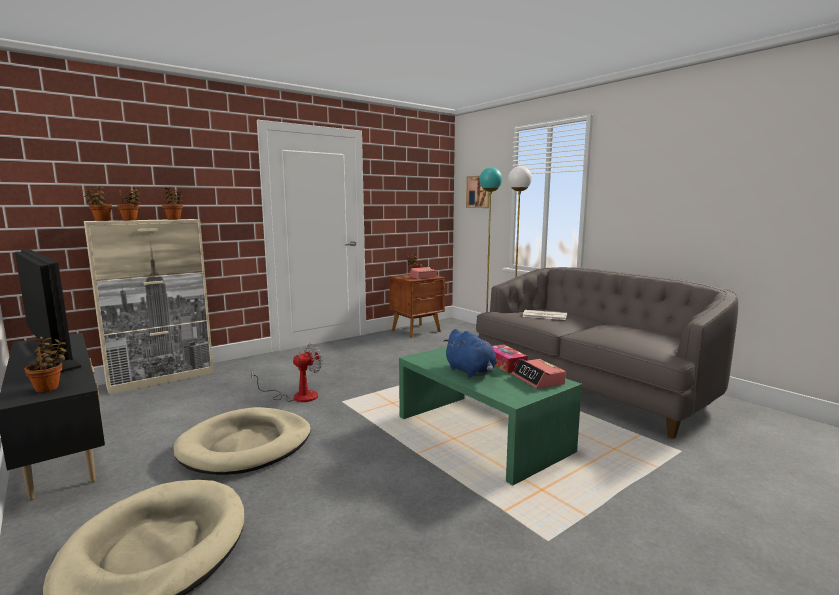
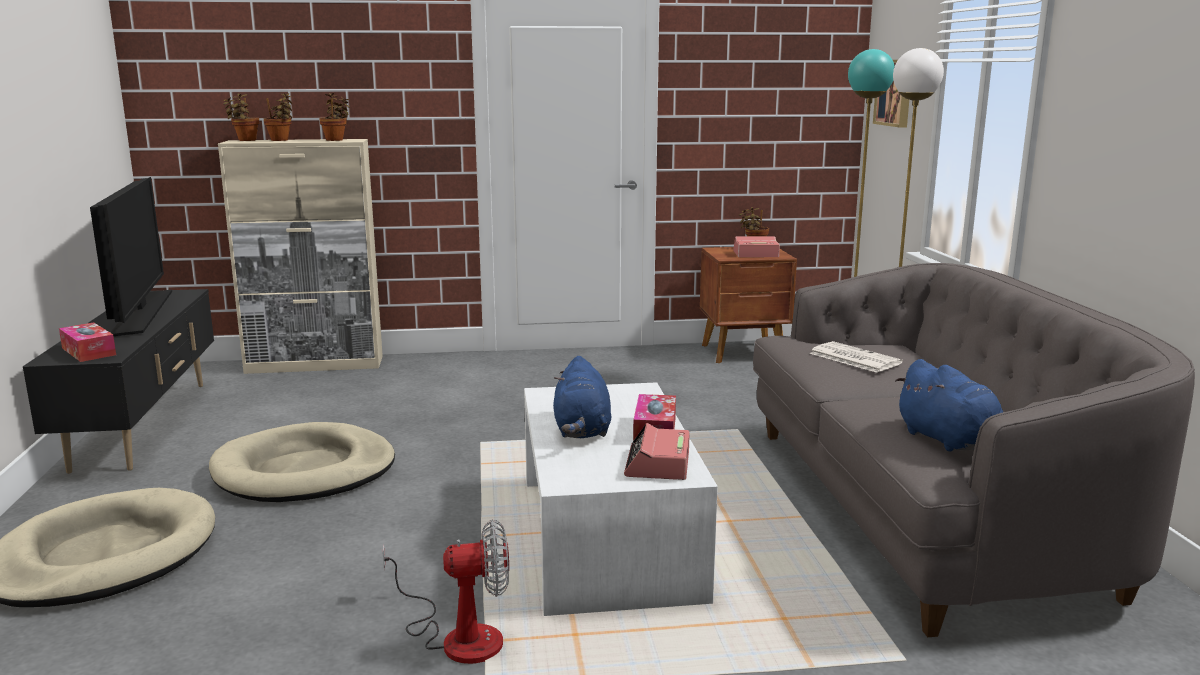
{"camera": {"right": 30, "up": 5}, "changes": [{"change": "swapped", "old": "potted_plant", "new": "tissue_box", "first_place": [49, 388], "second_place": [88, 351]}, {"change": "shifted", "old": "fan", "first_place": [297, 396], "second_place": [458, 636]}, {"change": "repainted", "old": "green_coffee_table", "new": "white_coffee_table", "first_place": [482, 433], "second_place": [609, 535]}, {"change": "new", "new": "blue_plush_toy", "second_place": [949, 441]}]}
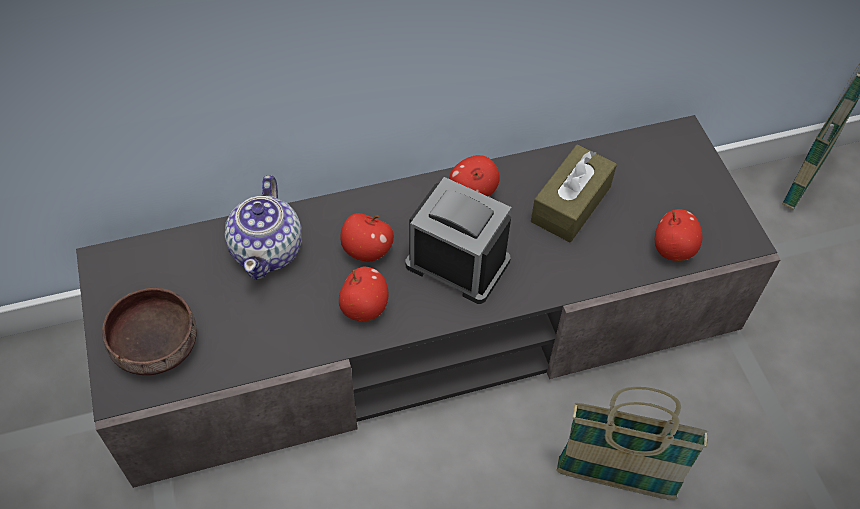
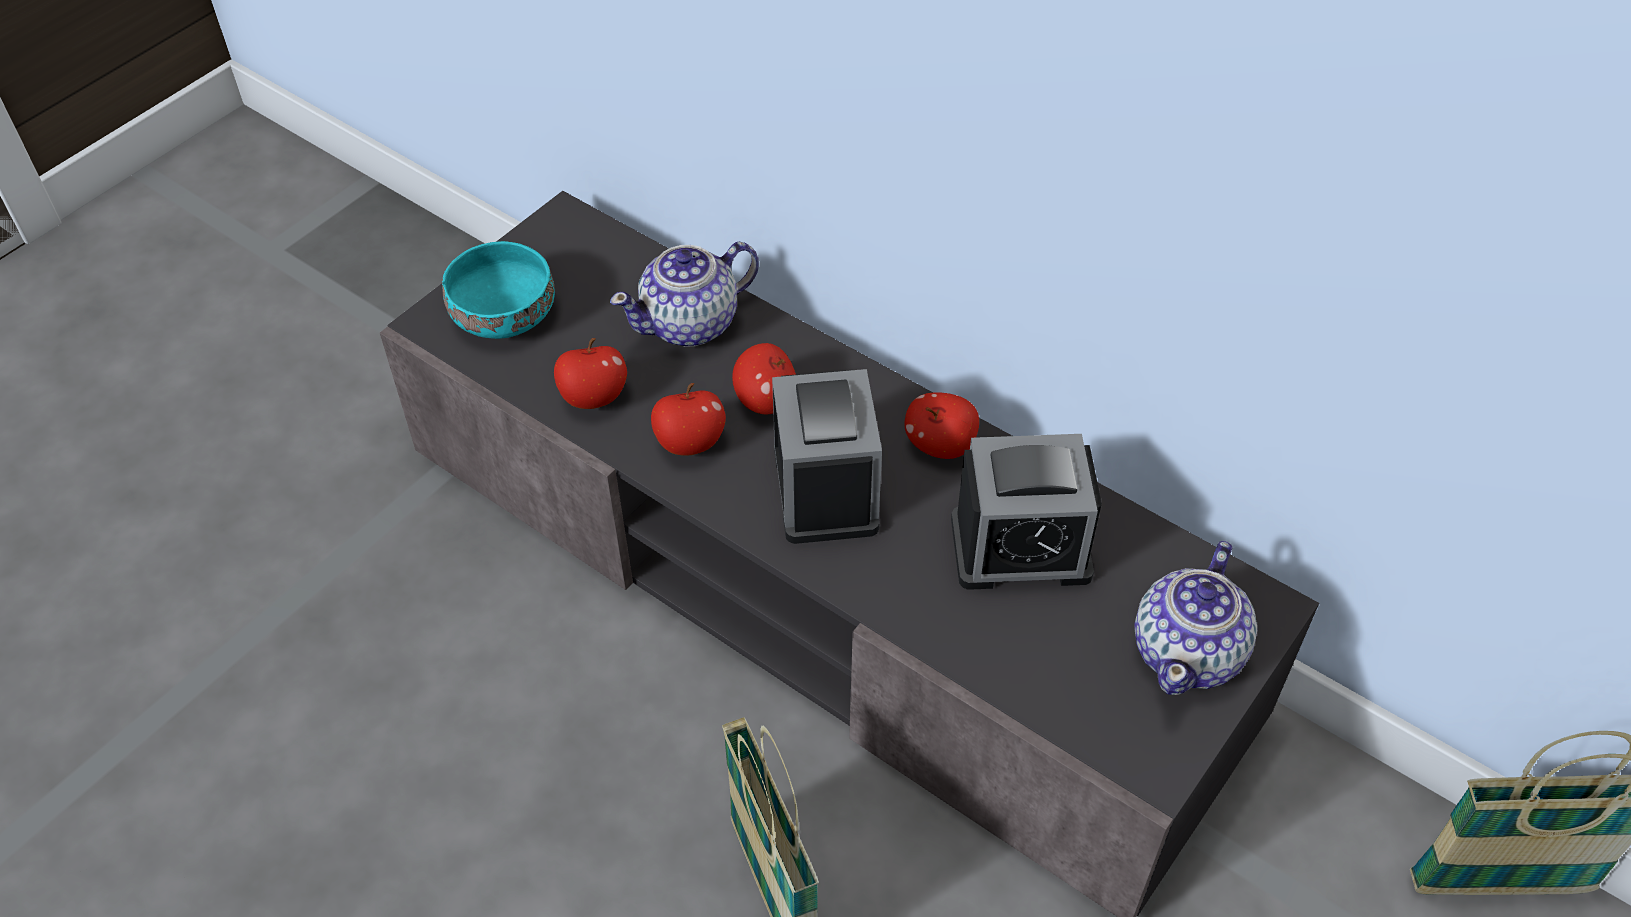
{"camera": {"right": 55, "up": -5}, "changes": [{"change": "repainted", "old": "brown_bowl", "new": "turquoise_bowl", "first_place": [158, 344], "second_place": [506, 314]}, {"change": "swapped", "old": "brown_tissue_box", "new": "alarm_clock", "first_place": [571, 204], "second_place": [1020, 548]}, {"change": "shifted", "old": "apple", "first_place": [673, 249], "second_place": [593, 398]}, {"change": "new", "new": "teapot", "second_place": [1189, 652]}]}
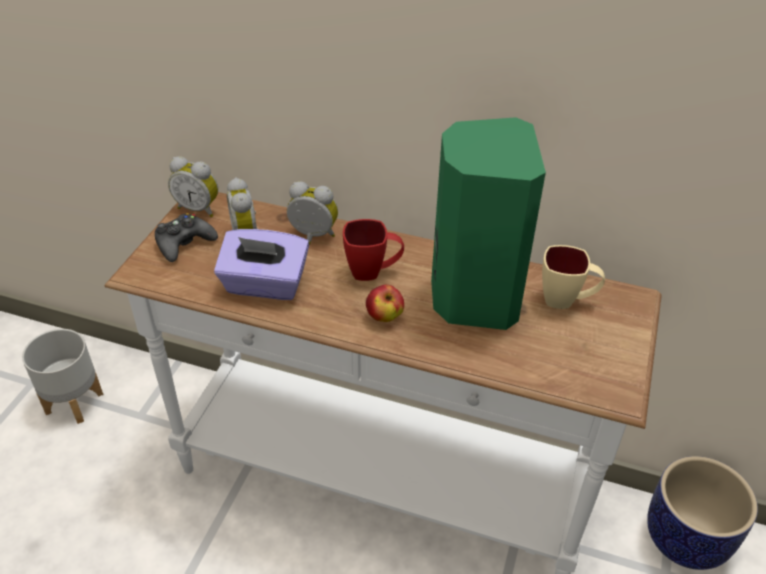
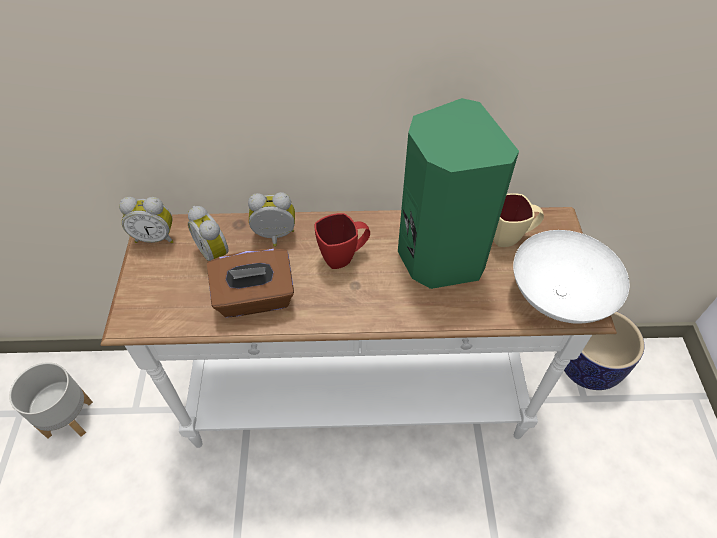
{"camera": {"right": -20, "up": 10}, "changes": [{"change": "gone", "old": "black_game_controller", "first_place": [184, 243]}, {"change": "repainted", "old": "purple_tissue_box", "new": "brown_tissue_box", "first_place": [264, 285], "second_place": [255, 299]}, {"change": "gone", "old": "apple", "first_place": [384, 317]}, {"change": "new", "new": "white_bowl", "second_place": [557, 295]}]}
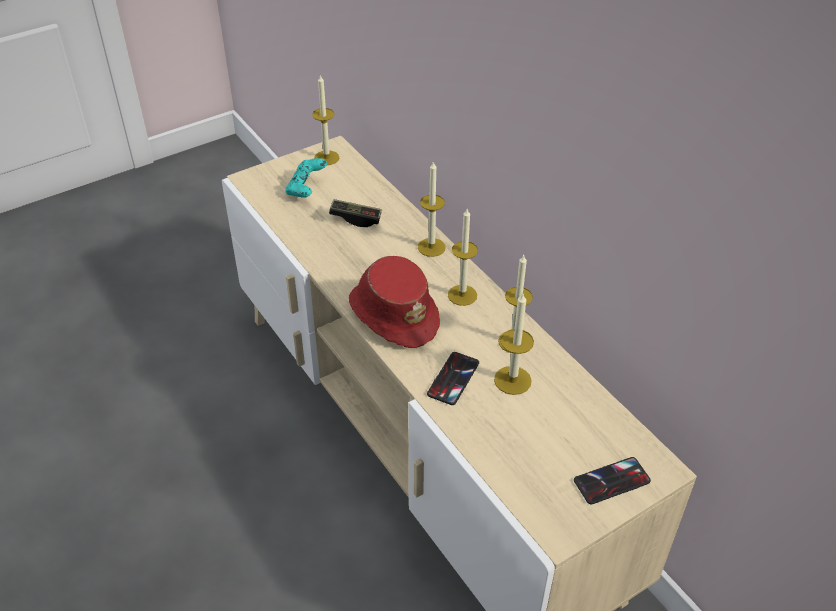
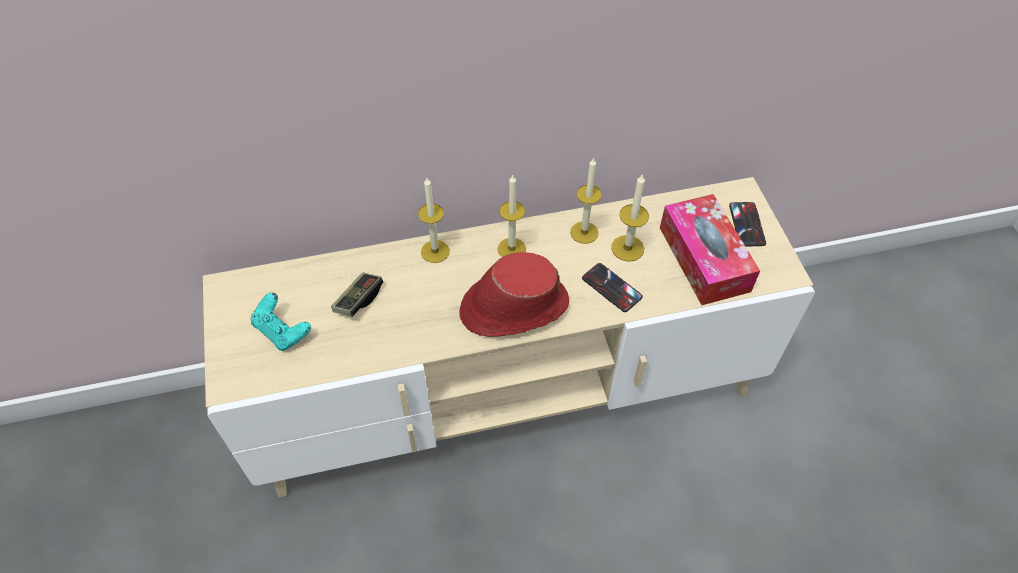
{"camera": {"right": -70, "up": 10}, "changes": [{"change": "gone", "old": "candle", "first_place": [326, 158]}, {"change": "new", "new": "tissue_box", "second_place": [704, 259]}]}
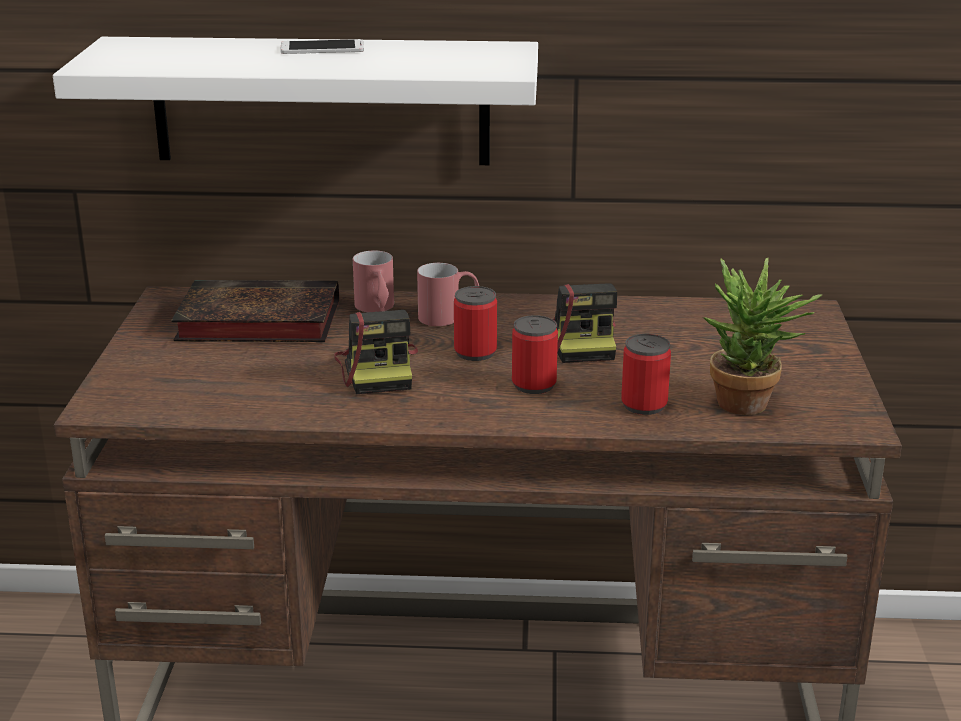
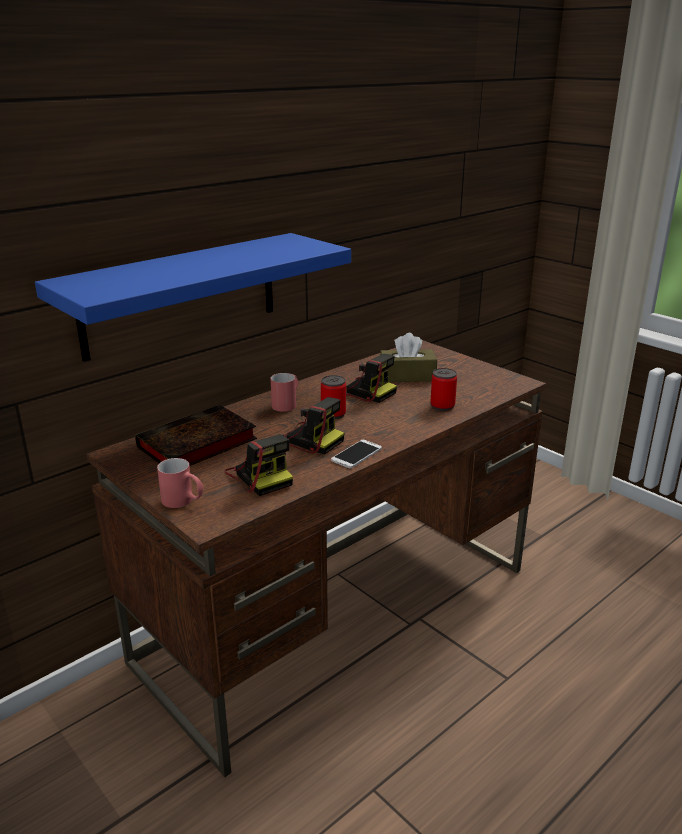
{"camera": {"right": -45, "up": 0}, "changes": [{"change": "repainted", "old": "white_shelf", "new": "blue_shelf", "first_place": [321, 101], "second_place": [181, 294]}, {"change": "shifted", "old": "phone", "first_place": [322, 48], "second_place": [356, 454]}, {"change": "shifted", "old": "red_mug", "first_place": [376, 309], "second_place": [183, 502]}, {"change": "gone", "old": "can", "first_place": [534, 385]}, {"change": "gone", "old": "potted_plant", "first_place": [750, 407]}, {"change": "new", "new": "photo_camera", "second_place": [260, 476]}, {"change": "new", "new": "brown_tissue_box", "second_place": [407, 376]}]}
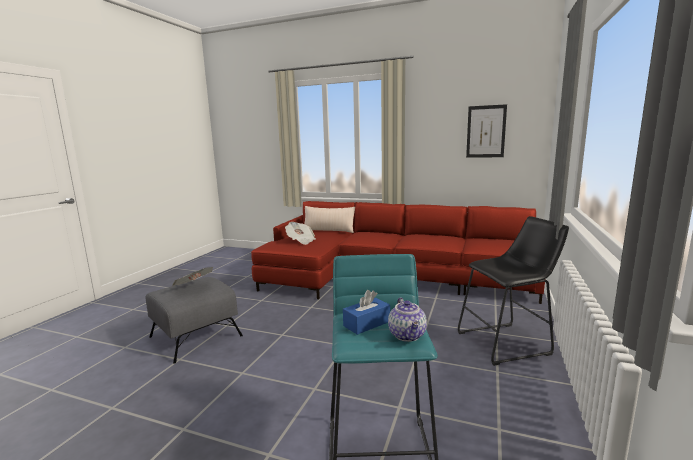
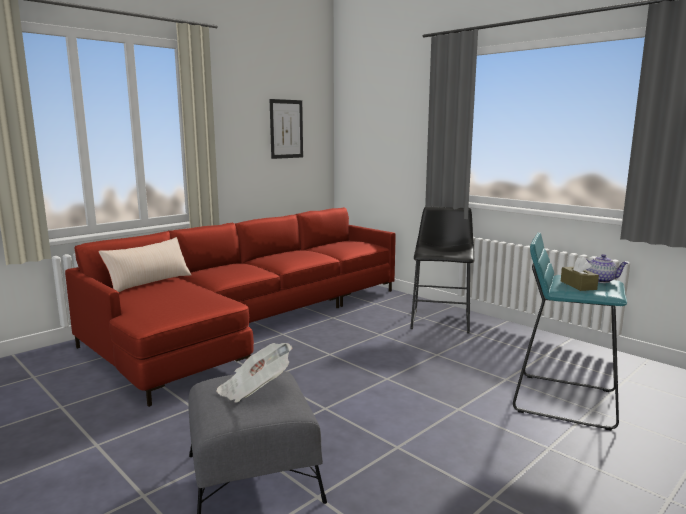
{"camera": {"right": -65, "up": 0}, "changes": [{"change": "gone", "old": "newspaper", "first_place": [300, 241]}, {"change": "repainted", "old": "blue_tissue_box", "new": "brown_tissue_box", "first_place": [367, 323], "second_place": [578, 285]}]}
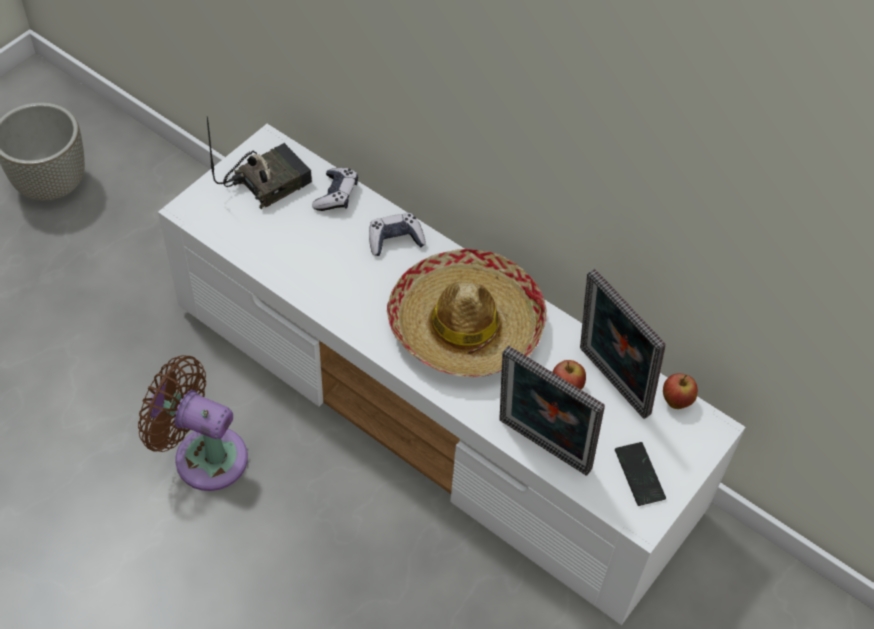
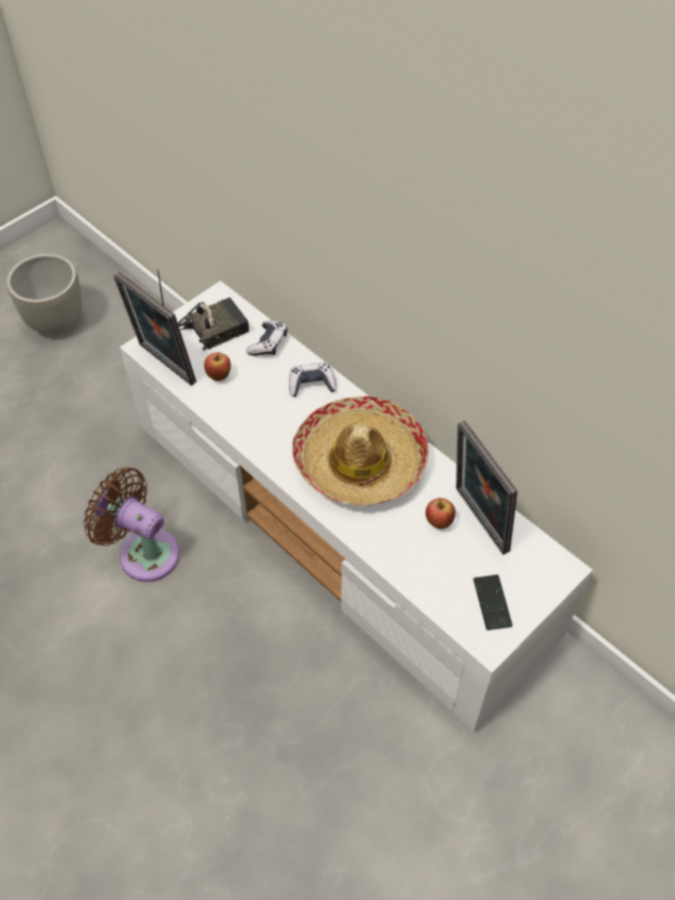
{"camera": {"right": 10, "up": 0}, "changes": [{"change": "shifted", "old": "picture_frame", "first_place": [541, 449], "second_place": [163, 366]}, {"change": "shifted", "old": "apple", "first_place": [676, 401], "second_place": [219, 376]}]}
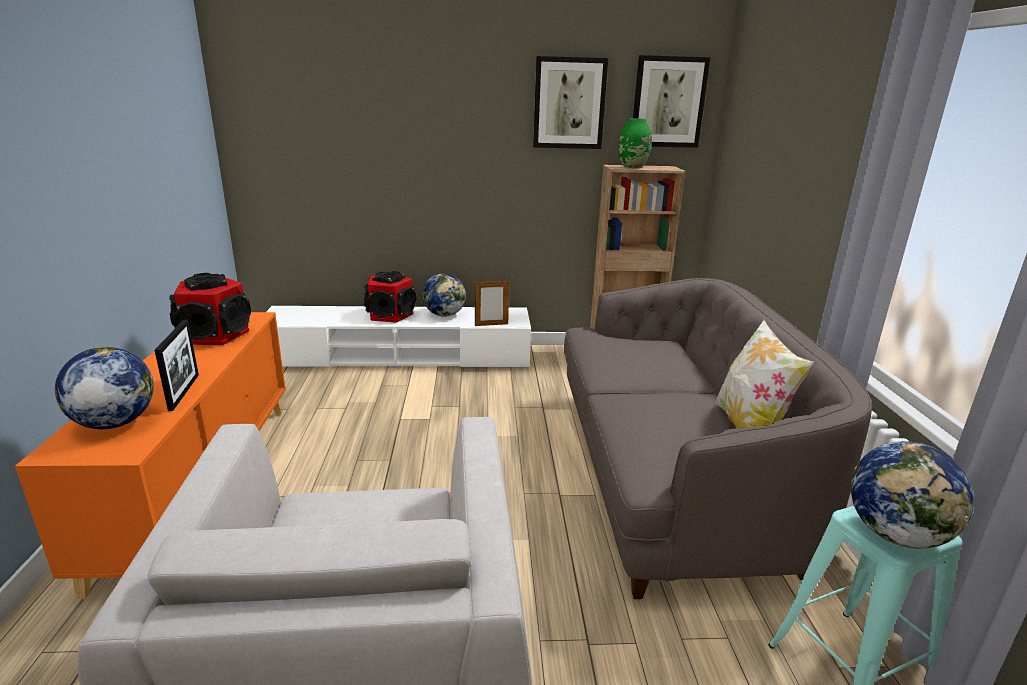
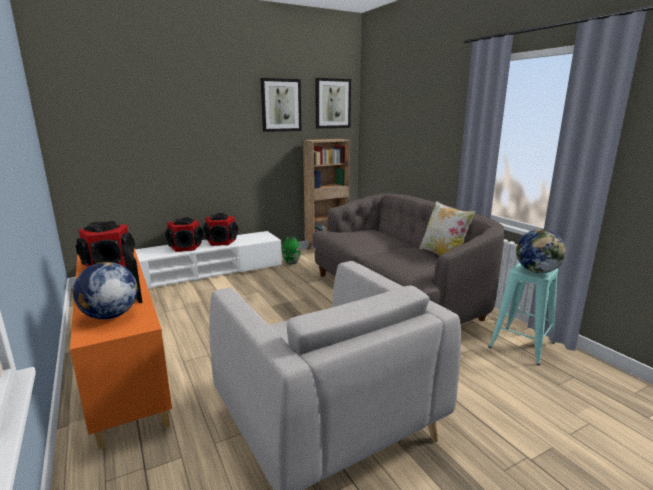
{"camera": {"right": -25, "up": -5}, "changes": [{"change": "swapped", "old": "globe", "new": "speaker", "first_place": [444, 315], "second_place": [221, 241]}, {"change": "gone", "old": "picture_frame", "first_place": [491, 325]}, {"change": "shifted", "old": "green_vase", "first_place": [632, 167], "second_place": [291, 262]}]}
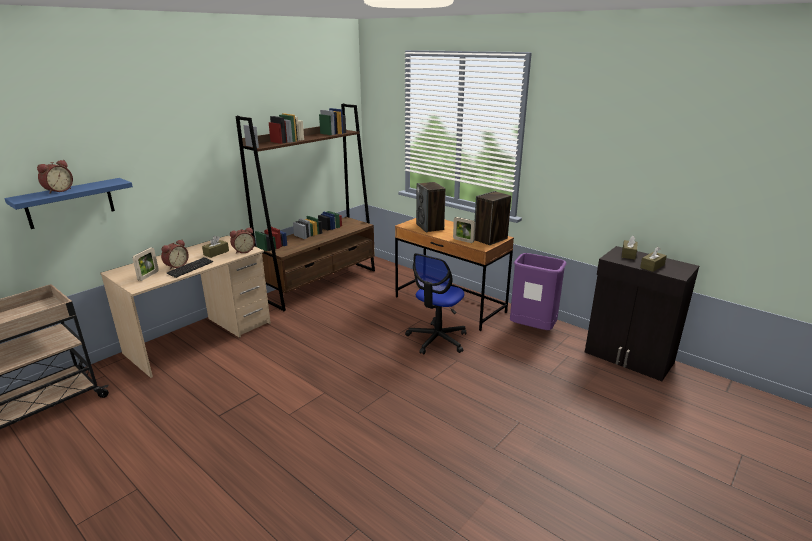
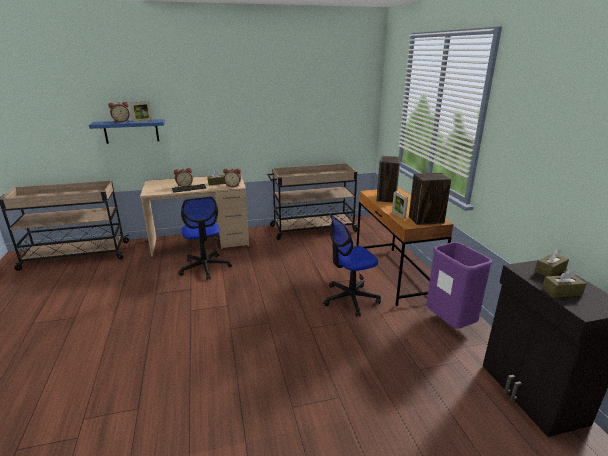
{"camera": {"right": 35, "up": 0}, "changes": [{"change": "shifted", "old": "picture_frame", "first_place": [148, 276], "second_place": [142, 121]}, {"change": "swapped", "old": "brown_bookcase", "new": "beige_cart", "first_place": [320, 284], "second_place": [312, 229]}, {"change": "new", "new": "office_chair", "second_place": [205, 267]}]}
